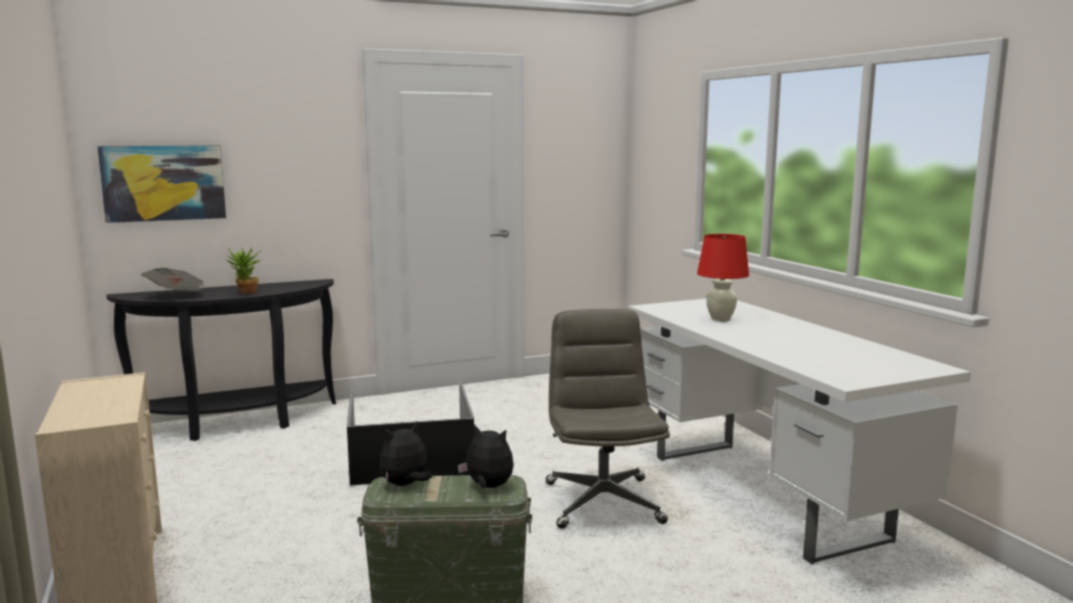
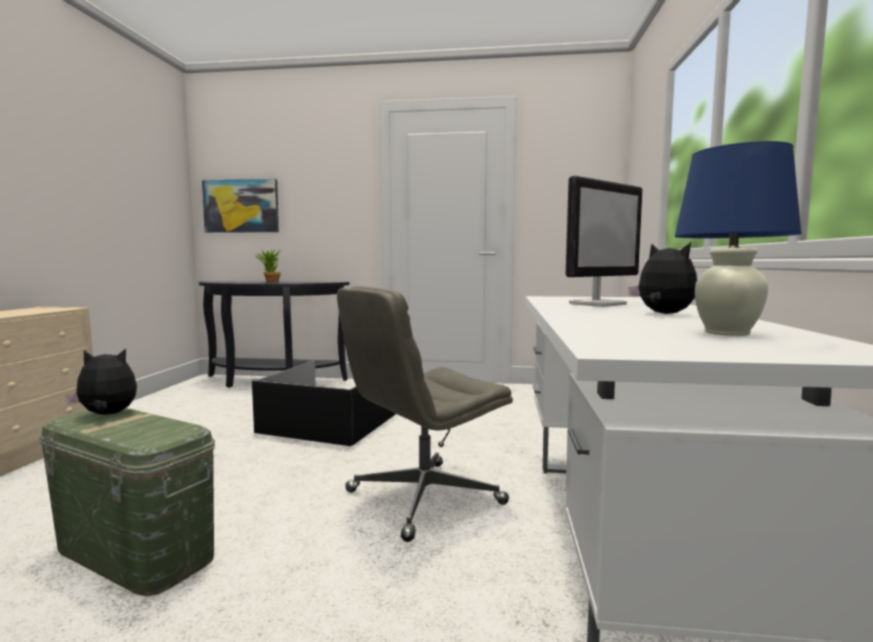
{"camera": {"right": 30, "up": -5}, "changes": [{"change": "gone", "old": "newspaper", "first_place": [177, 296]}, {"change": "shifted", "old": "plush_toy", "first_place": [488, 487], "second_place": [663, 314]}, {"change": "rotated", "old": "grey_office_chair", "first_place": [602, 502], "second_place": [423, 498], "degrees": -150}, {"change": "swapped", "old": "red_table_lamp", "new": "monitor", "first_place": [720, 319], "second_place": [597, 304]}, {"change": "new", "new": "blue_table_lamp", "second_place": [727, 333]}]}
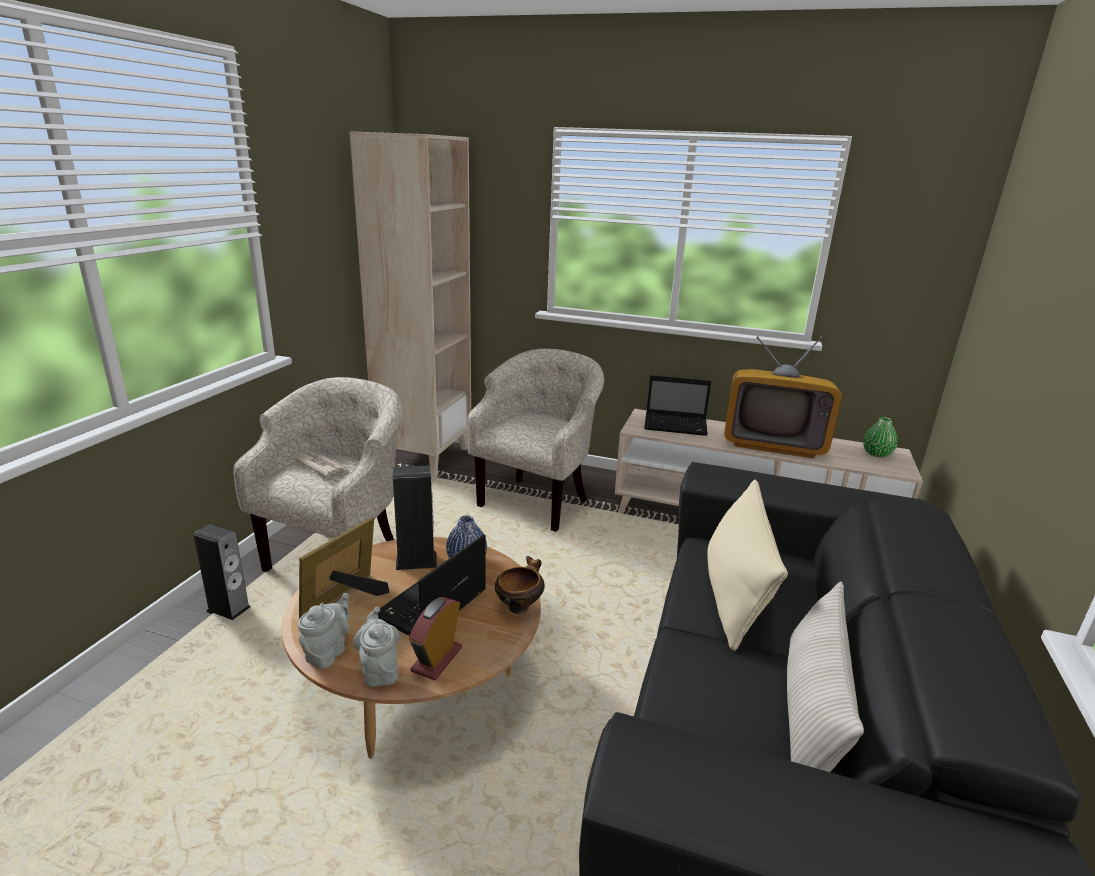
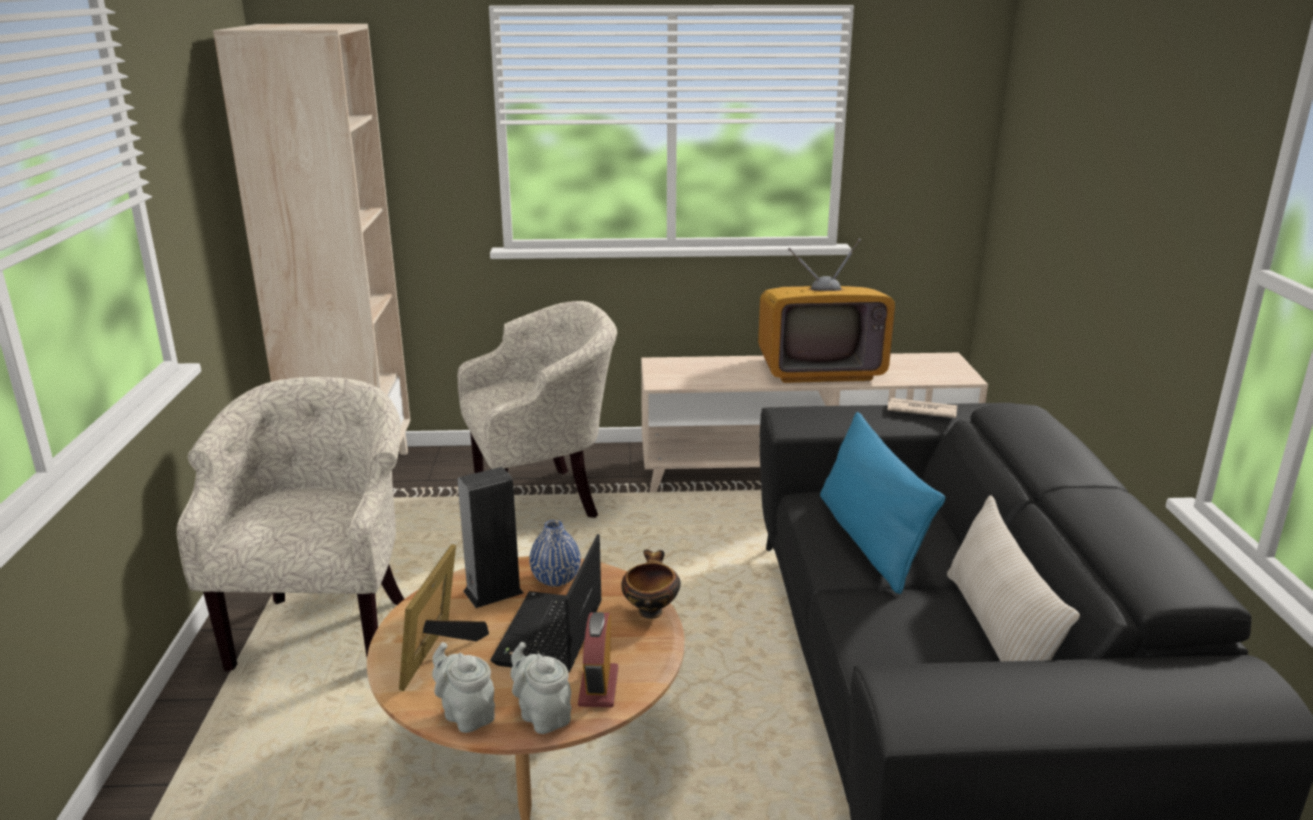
{"camera": {"right": -20, "up": 0}, "changes": [{"change": "gone", "old": "speaker", "first_place": [229, 609]}, {"change": "shifted", "old": "newspaper", "first_place": [321, 466], "second_place": [921, 411]}, {"change": "rotated", "old": "grey_teapot", "first_place": [328, 652], "second_place": [466, 714], "degrees": -45}, {"change": "rotated", "old": "beige_armchair", "first_place": [537, 501], "second_place": [543, 499], "degrees": 60}, {"change": "gone", "old": "laptop", "first_place": [677, 425]}, {"change": "repainted", "old": "beige_pillow", "new": "blue_pillow", "first_place": [735, 593], "second_place": [869, 540]}, {"change": "gone", "old": "green_vase", "first_place": [876, 454]}]}
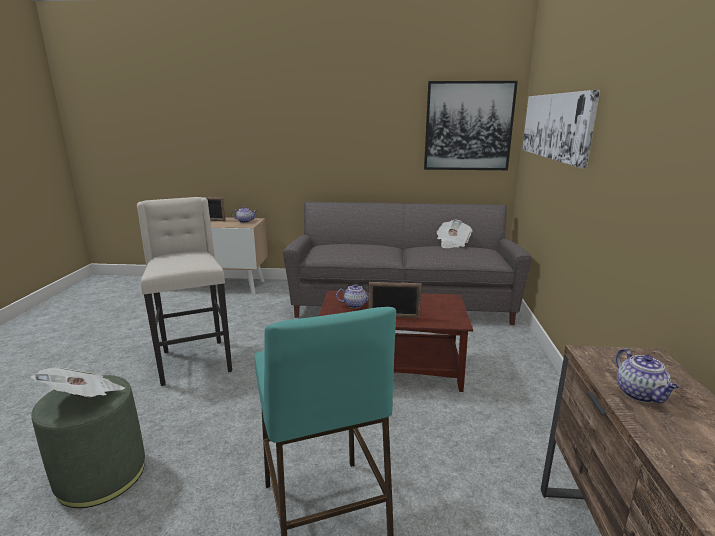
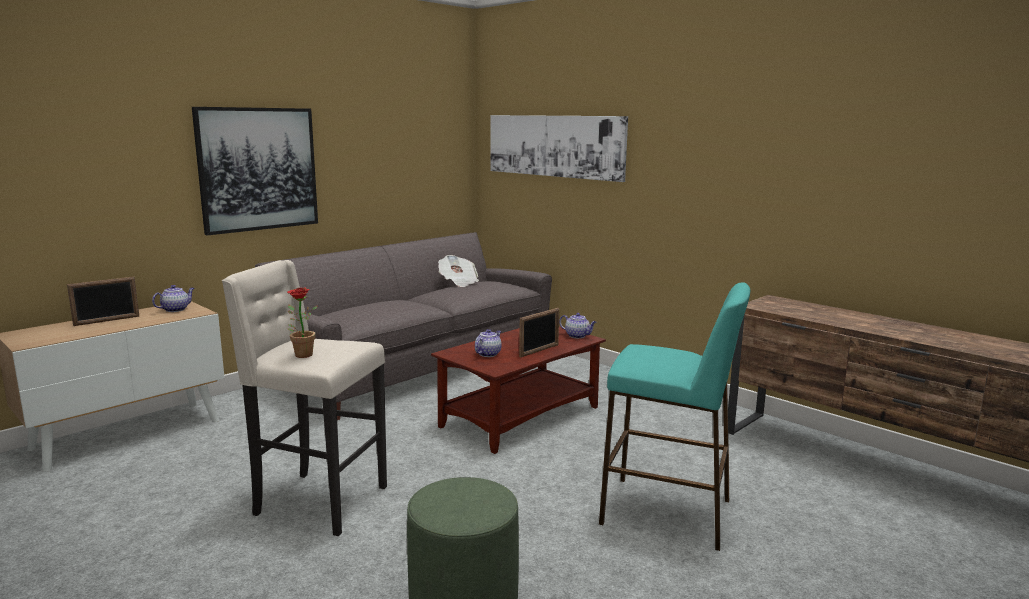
{"camera": {"right": -50, "up": -5}, "changes": [{"change": "gone", "old": "newspaper", "first_place": [84, 398]}, {"change": "shifted", "old": "picture", "first_place": [468, 126], "second_place": [258, 169]}, {"change": "shifted", "old": "teapot", "first_place": [640, 394], "second_place": [577, 336]}, {"change": "new", "new": "potted_plant", "second_place": [301, 354]}]}
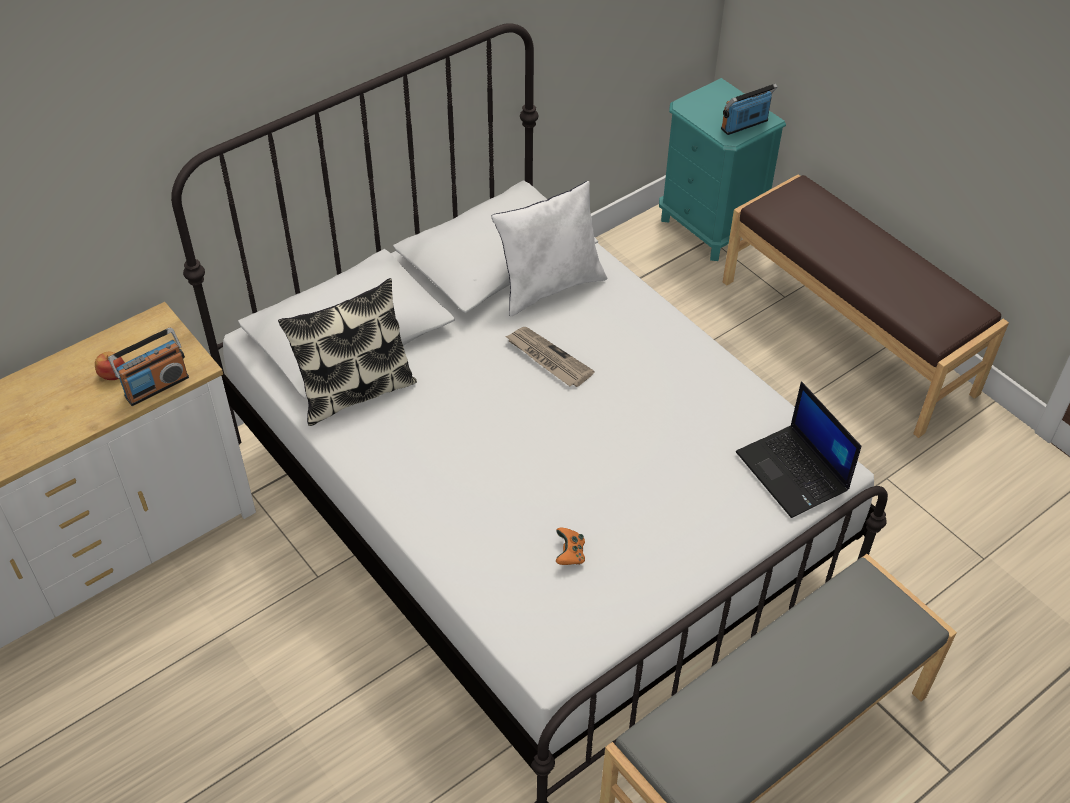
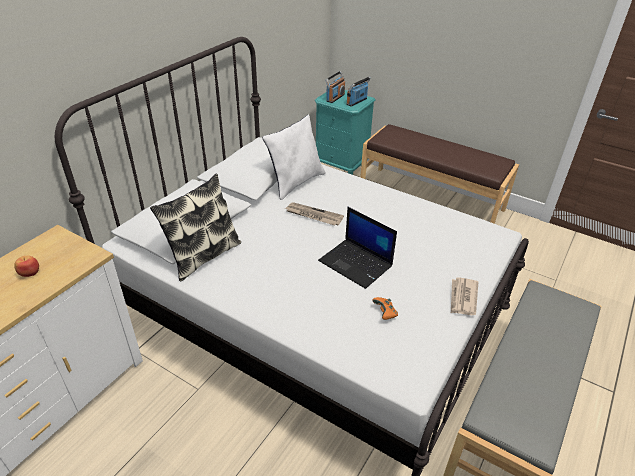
{"camera": {"right": -20, "up": -10}, "changes": [{"change": "shifted", "old": "radio", "first_place": [156, 386], "second_place": [335, 98]}, {"change": "shifted", "old": "laptop", "first_place": [794, 472], "second_place": [356, 263]}, {"change": "new", "new": "newspaper", "second_place": [463, 298]}]}
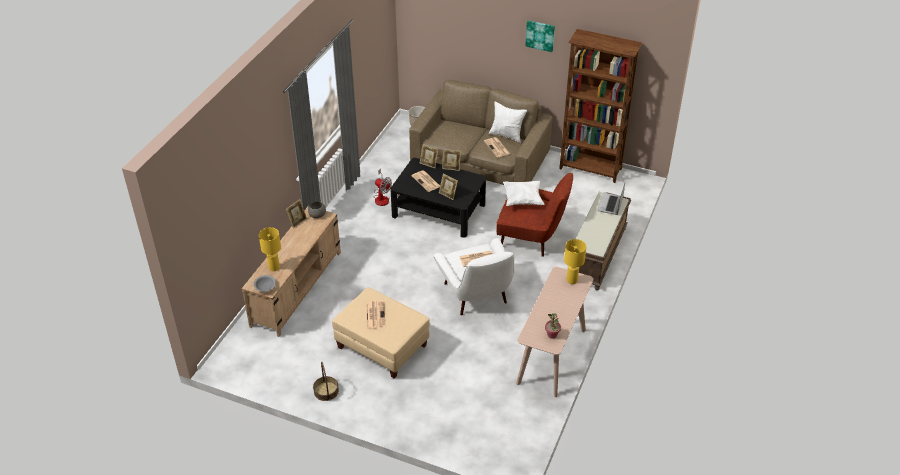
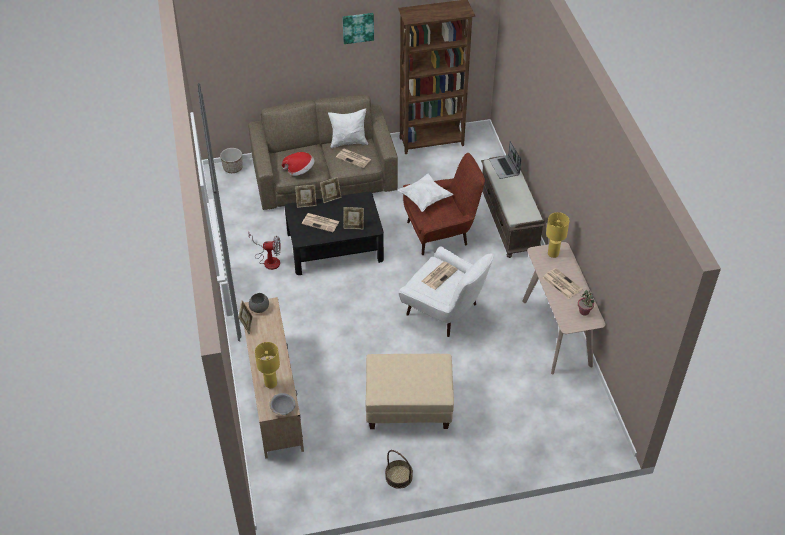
{"camera": {"right": -35, "up": 5}, "changes": [{"change": "shifted", "old": "newspaper", "first_place": [375, 314], "second_place": [561, 283]}, {"change": "new", "new": "hat", "second_place": [300, 171]}]}
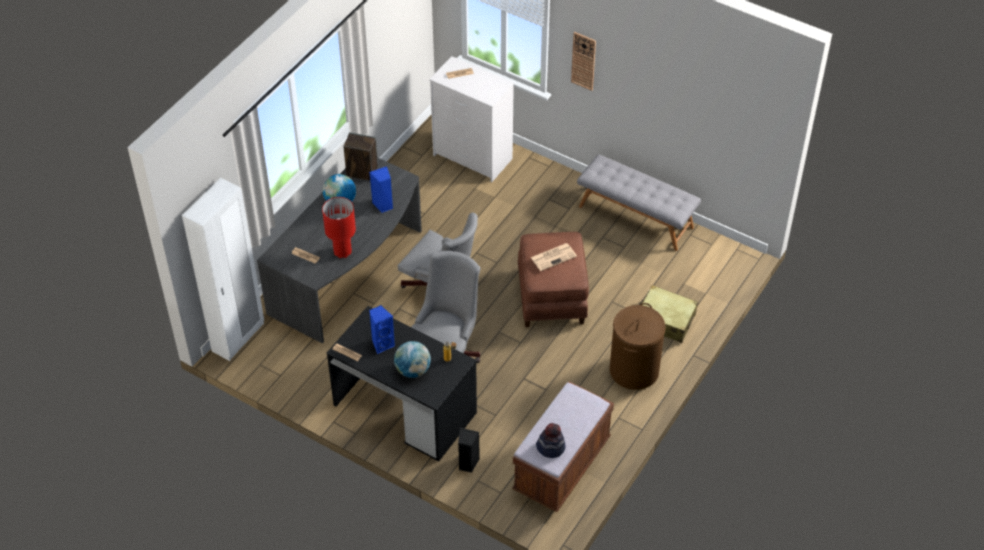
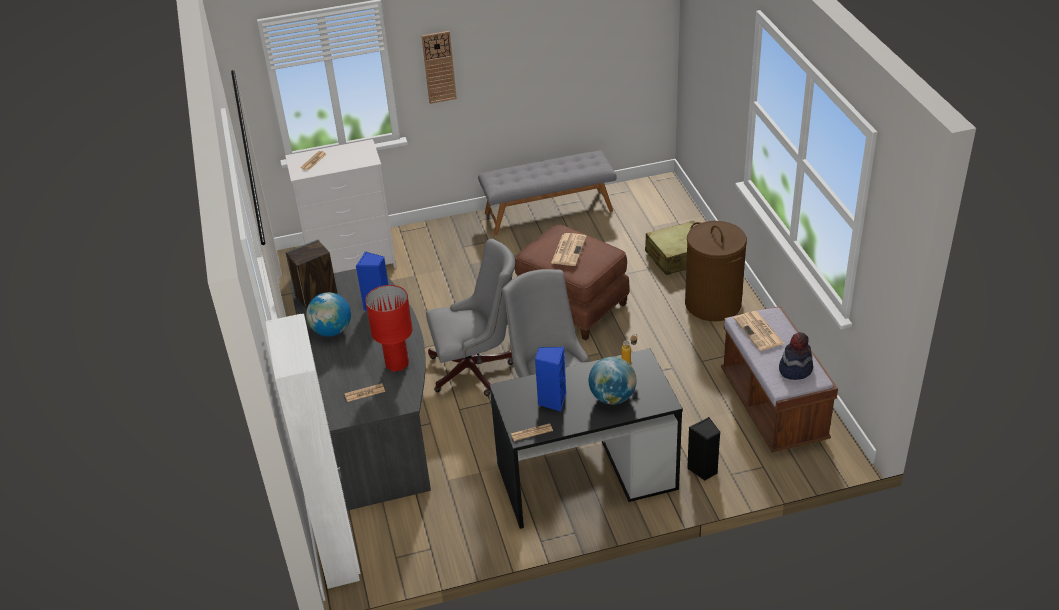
{"camera": {"right": -45, "up": -10}, "changes": [{"change": "new", "new": "newspaper", "second_place": [759, 332]}]}
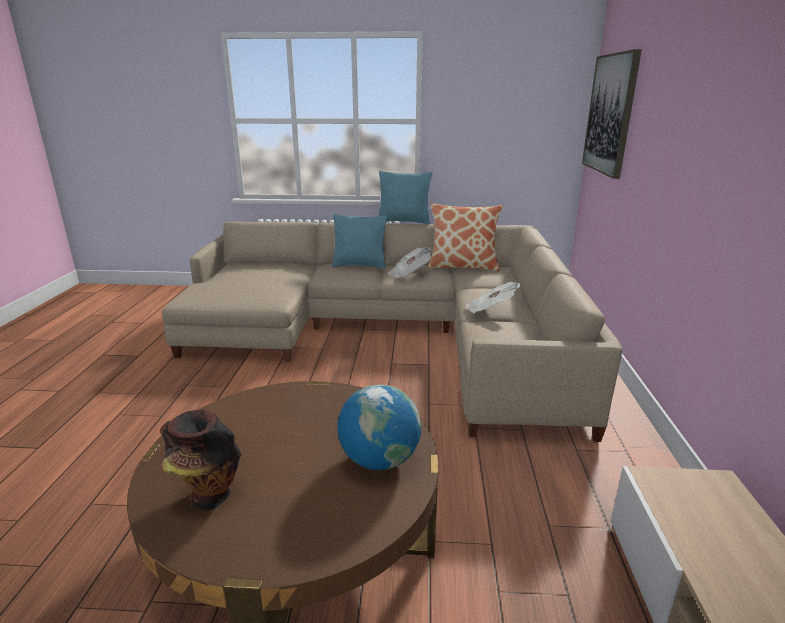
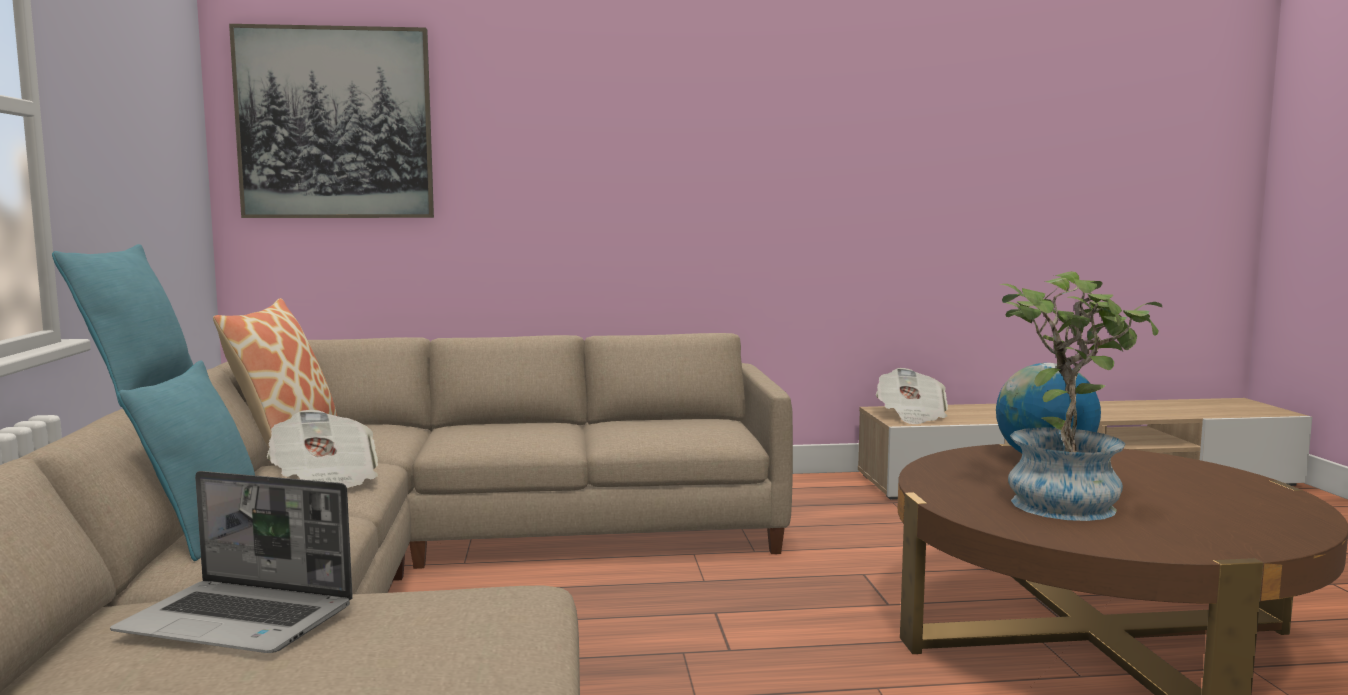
{"camera": {"right": -100, "up": -15}, "changes": [{"change": "gone", "old": "vase", "first_place": [207, 495]}, {"change": "shifted", "old": "newspaper", "first_place": [490, 310], "second_place": [911, 416]}, {"change": "new", "new": "laptop", "second_place": [241, 620]}, {"change": "new", "new": "potted_plant", "second_place": [1066, 500]}]}
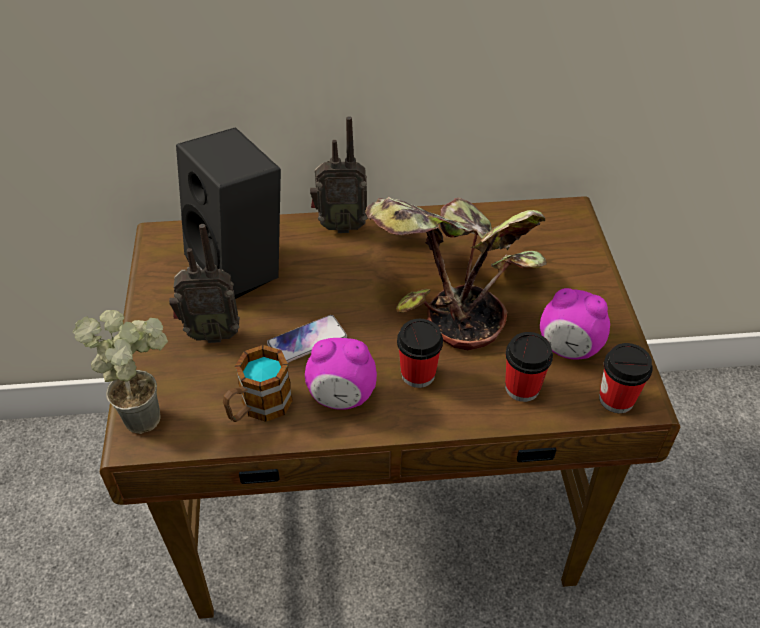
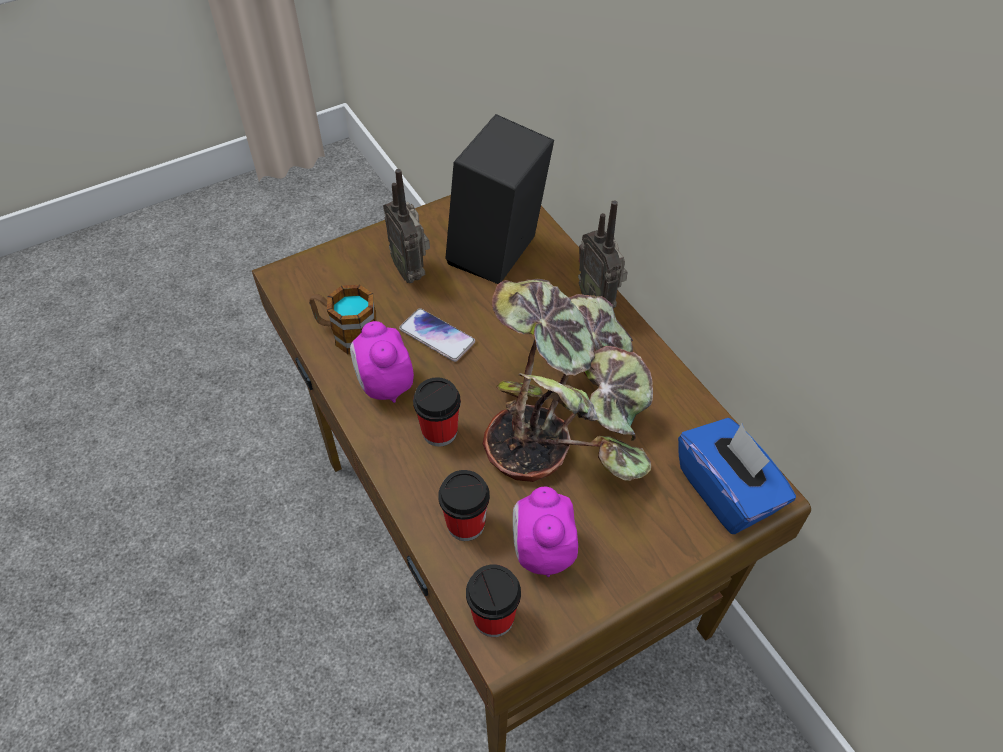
{"camera": {"right": 65, "up": 5}, "changes": [{"change": "gone", "old": "potted_plant", "first_place": [149, 411]}, {"change": "new", "new": "blue_tissue_box", "second_place": [727, 491]}]}
